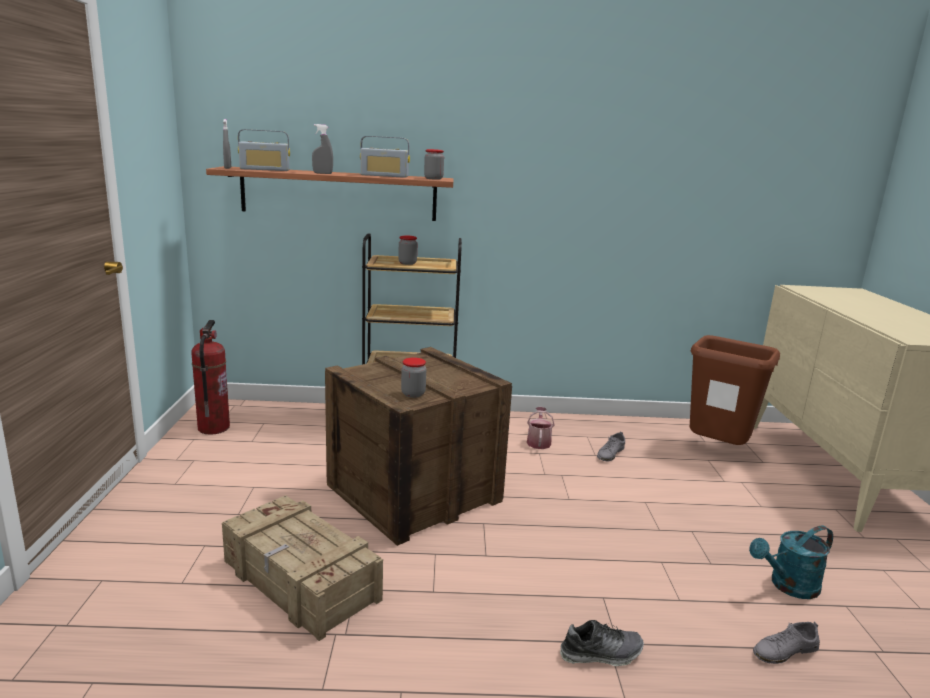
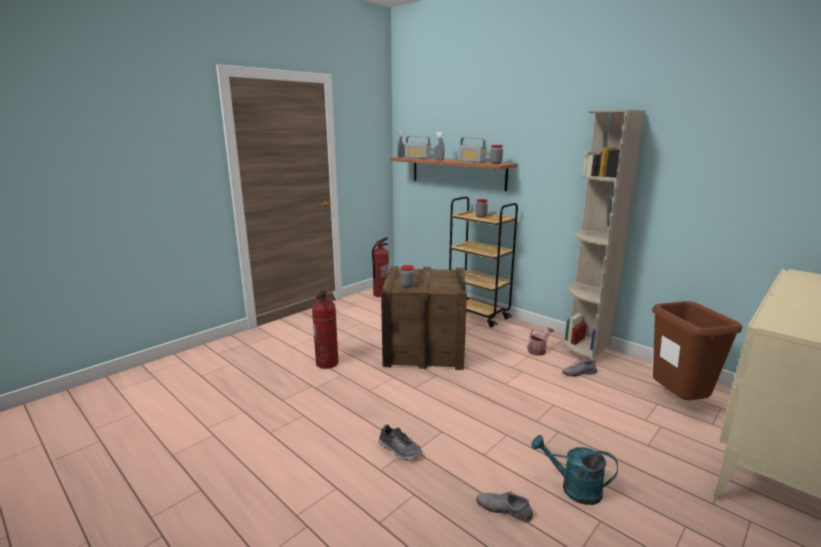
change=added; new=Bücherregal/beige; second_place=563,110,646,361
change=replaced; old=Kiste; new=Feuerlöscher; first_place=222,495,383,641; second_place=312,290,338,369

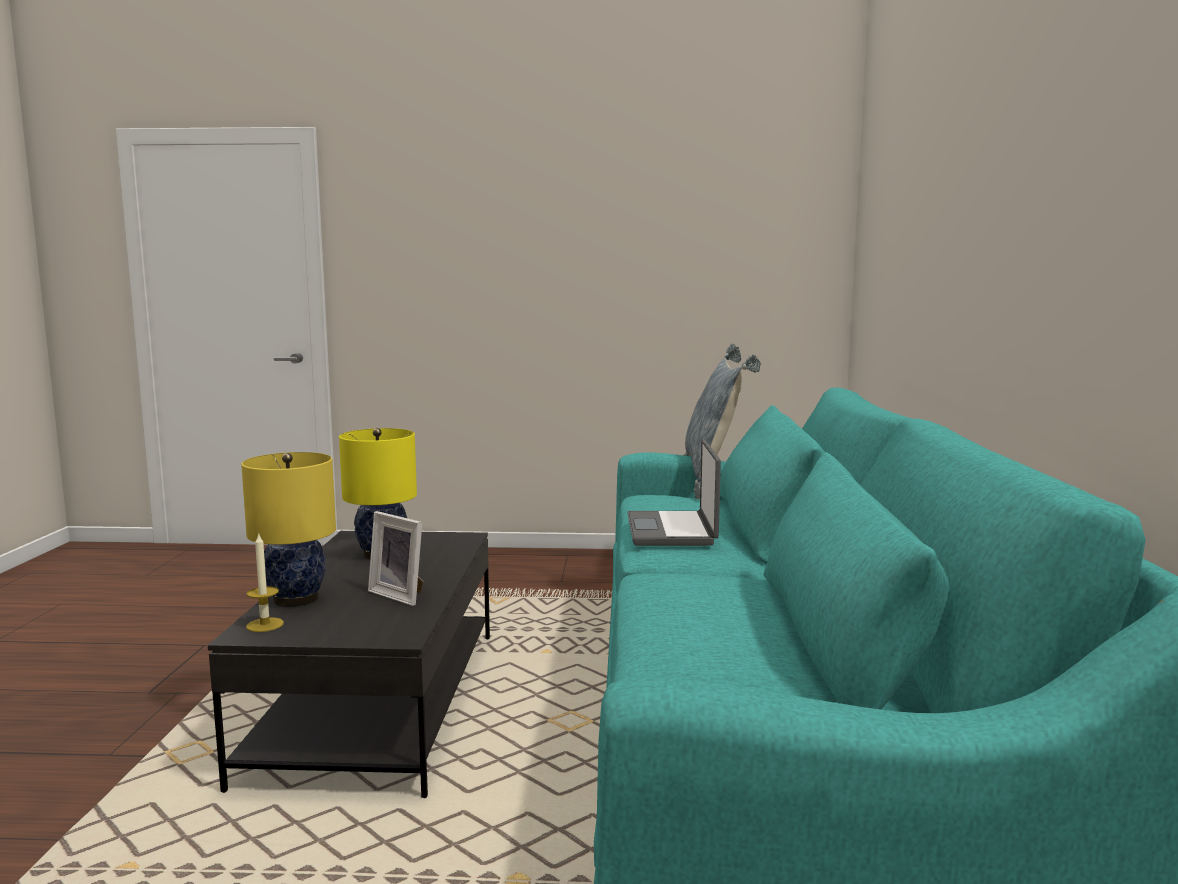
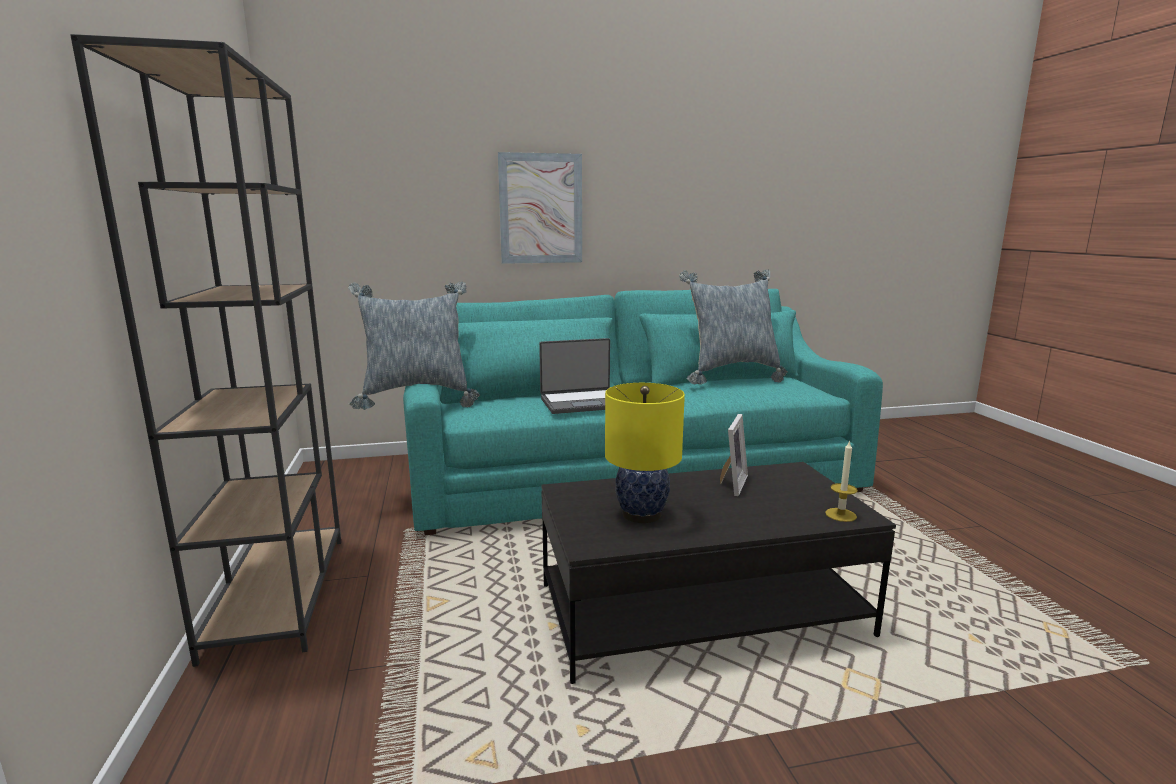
change=removed; old=Tischlampe/gelb; first_place=241,452,336,607
change=added; new=Bücherregal; second_place=71,34,341,667
change=added; new=Bild; second_place=498,152,582,264
change=added; new=Kissen; second_place=679,270,788,385

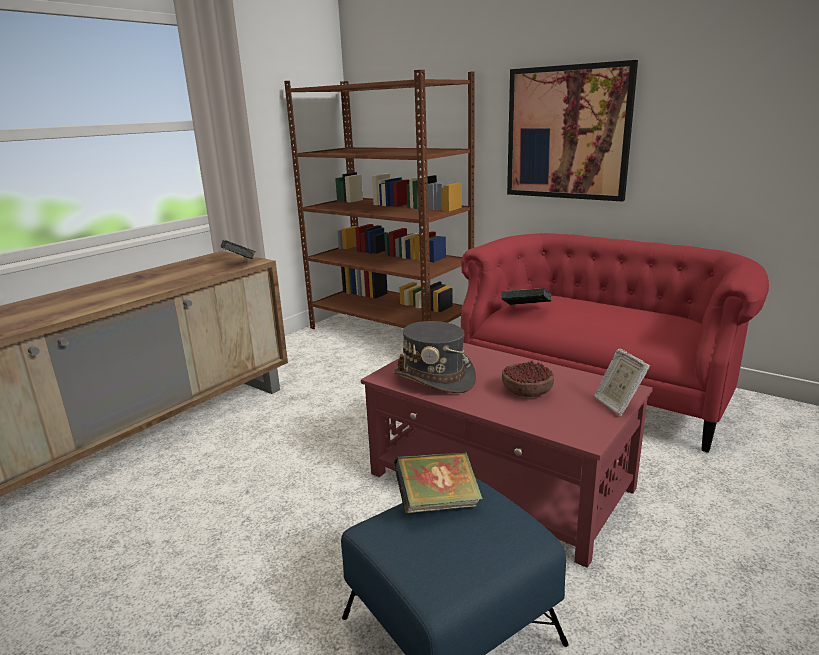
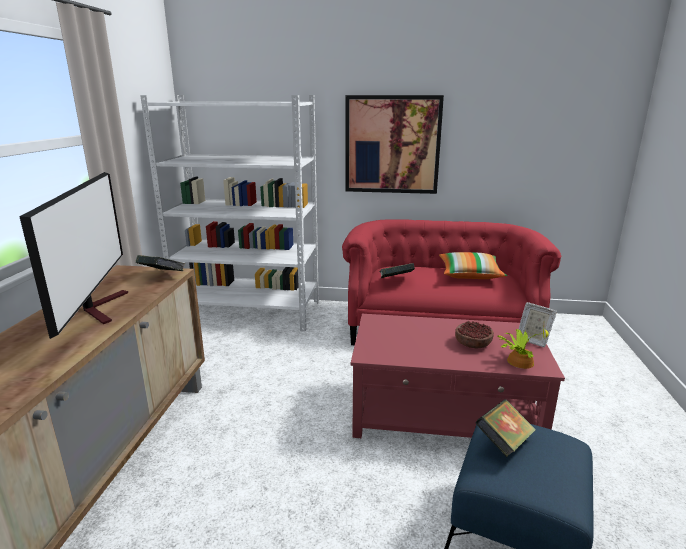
change=removed; old=Hut/grau; first_place=394,321,476,393
change=added; new=Fernseher; second_place=19,172,128,339
change=added; new=Kissen; second_place=439,252,507,279
change=added; new=Topfpflanze; second_place=498,321,548,369
change=recoloured; old=Bücherregal/braun; new=Bücherregal/weiß; first_place=284,70,475,329; second_place=140,95,319,332

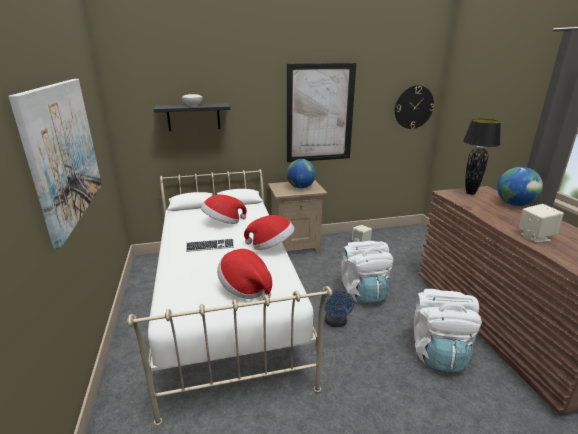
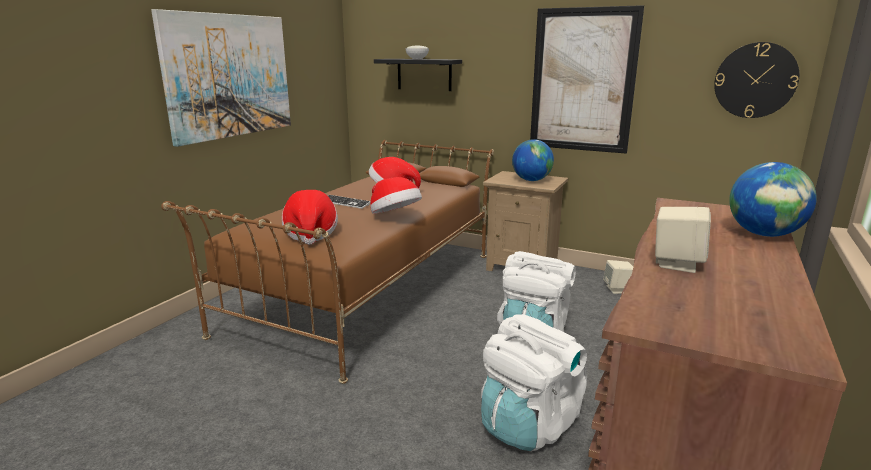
change=removed; old=Ventilator/blau; first_place=324,288,354,327
change=removed; old=Tischlampe/schwarz; first_place=463,119,501,195
change=recoloured; old=Bett/weiß; new=Bett/braun; first_place=127,169,332,426; second_place=161,140,494,384

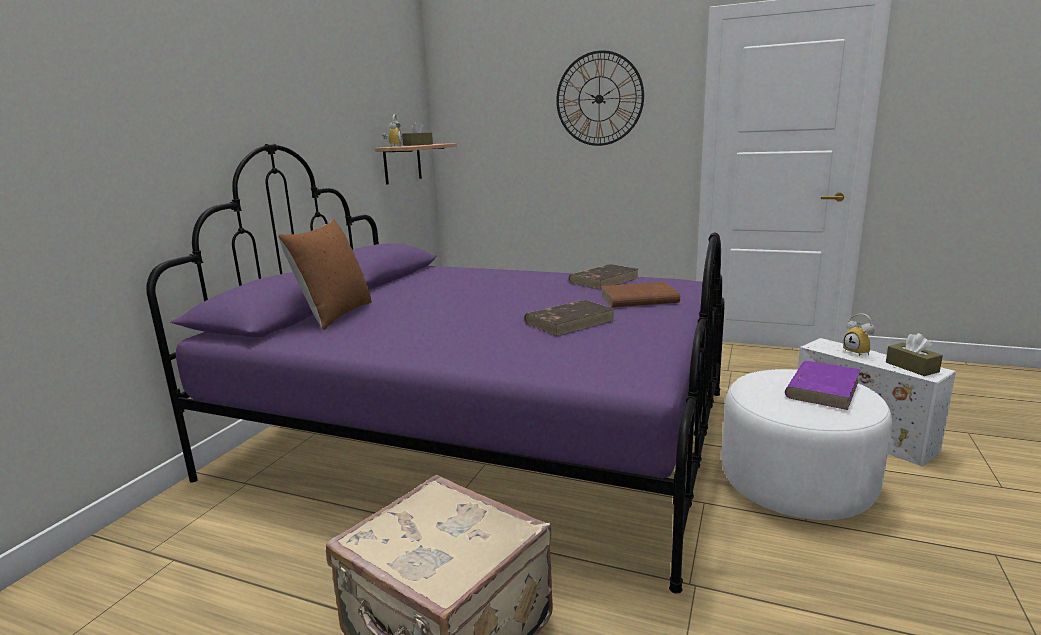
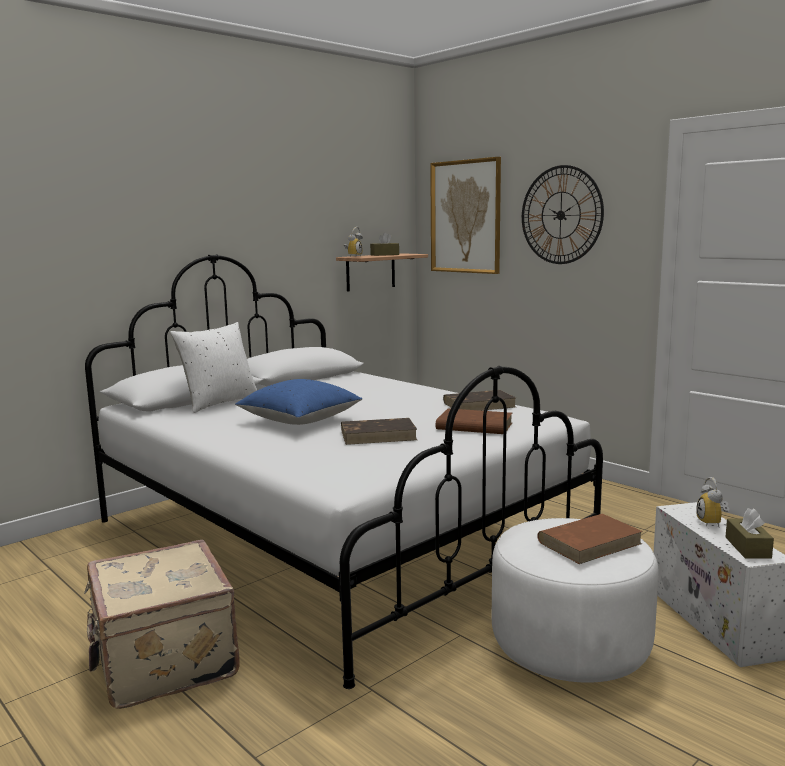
change=added; new=Kissen/blau; second_place=235,379,362,425
change=added; new=Bild; second_place=430,157,501,274
change=recoloured; old=Bett/lila; new=Bett/weiß; first_place=146,144,725,594; second_place=85,254,603,689
change=recoloured; old=Kissen/braun; new=Kissen/weiß; first_place=278,220,372,330; second_place=170,322,257,413
change=recoloured; old=Buch/lila; new=Buch/braun; first_place=785,361,861,410; second_place=537,514,643,564

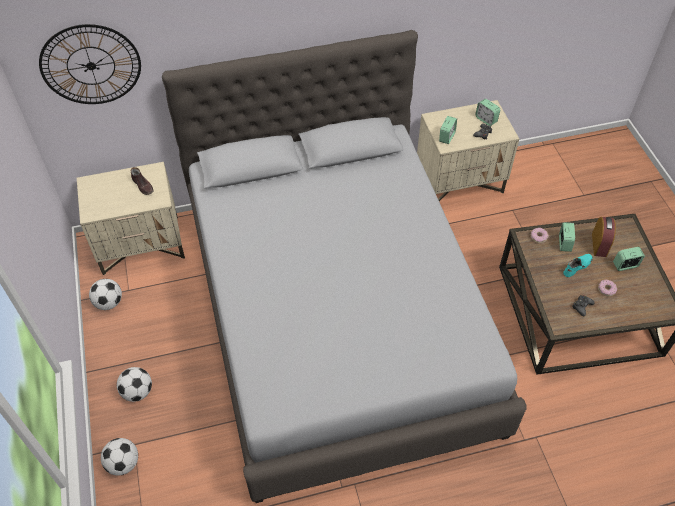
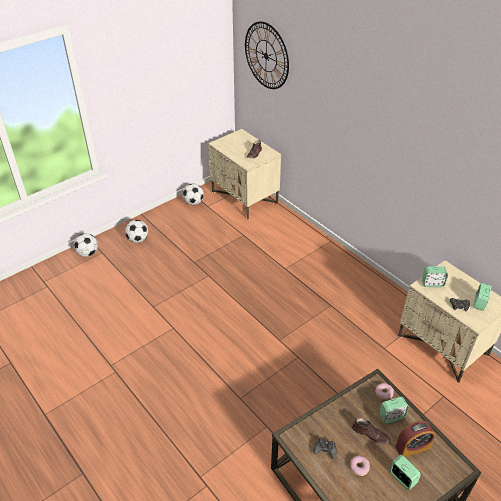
change=removed; old=Bett/grau; first_place=162,30,526,503
change=recoloured; old=Schuh/türkis; new=Schuh/braun; first_place=563,254,593,277; second_place=352,418,391,444

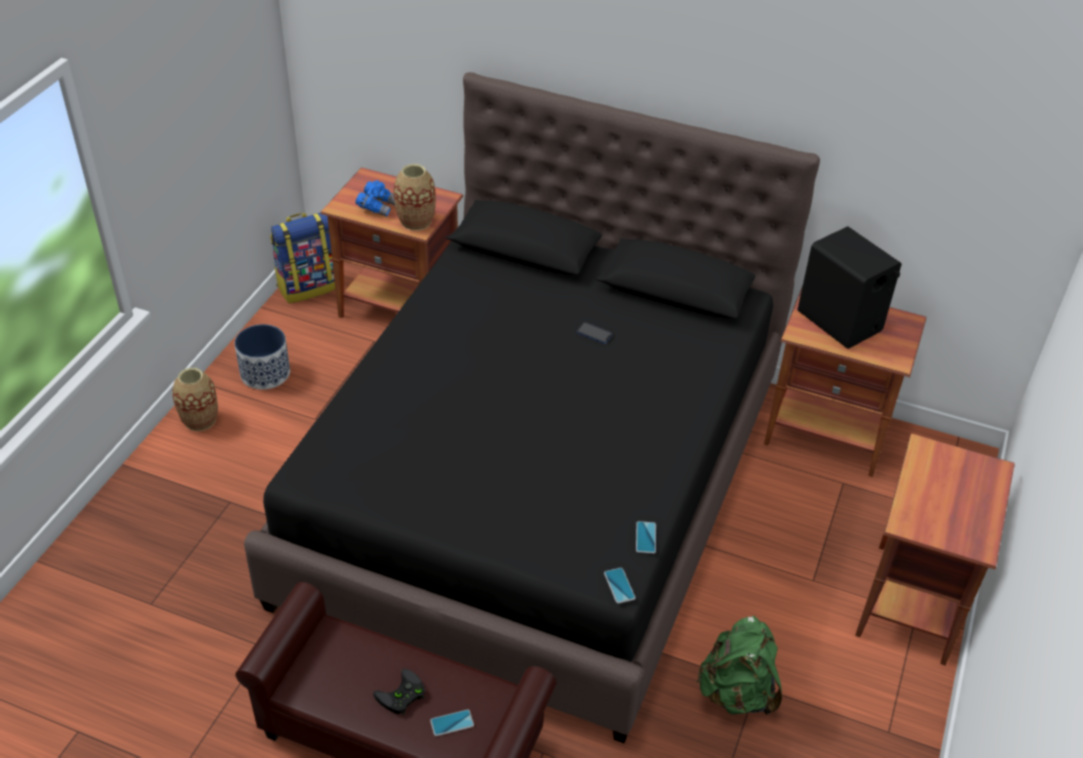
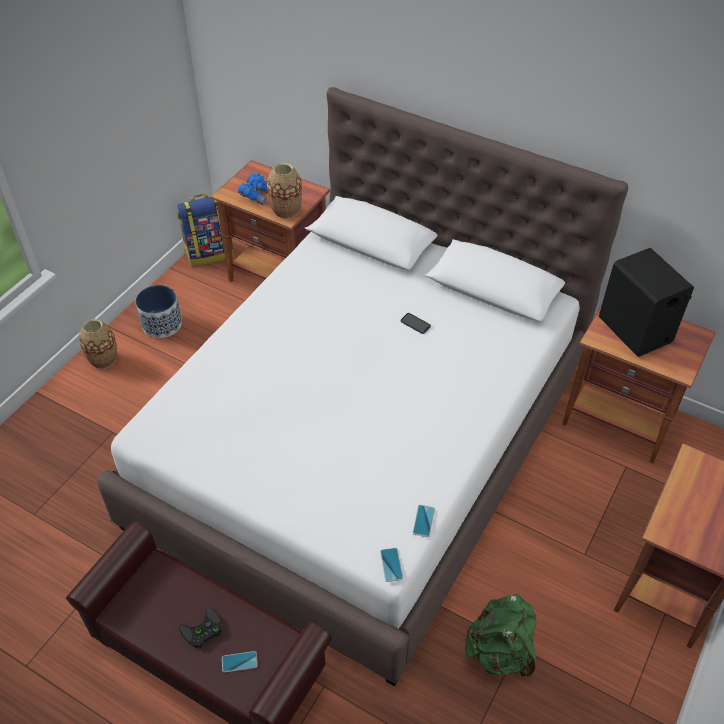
change=recoloured; old=Bett/schwarz; new=Bett/weiß; first_place=244,72,820,743; second_place=97,87,628,686

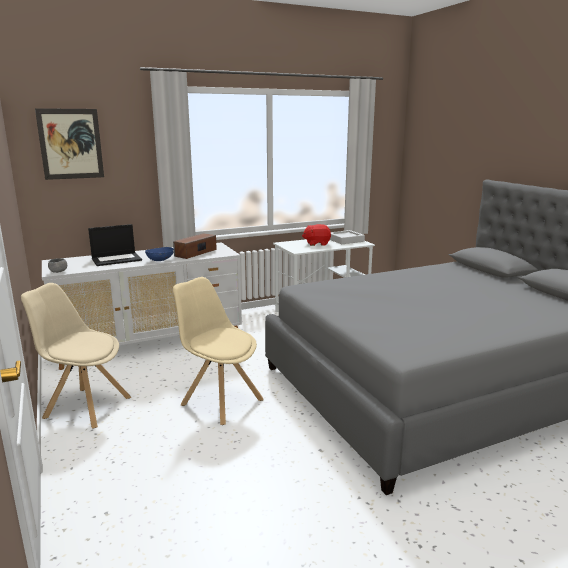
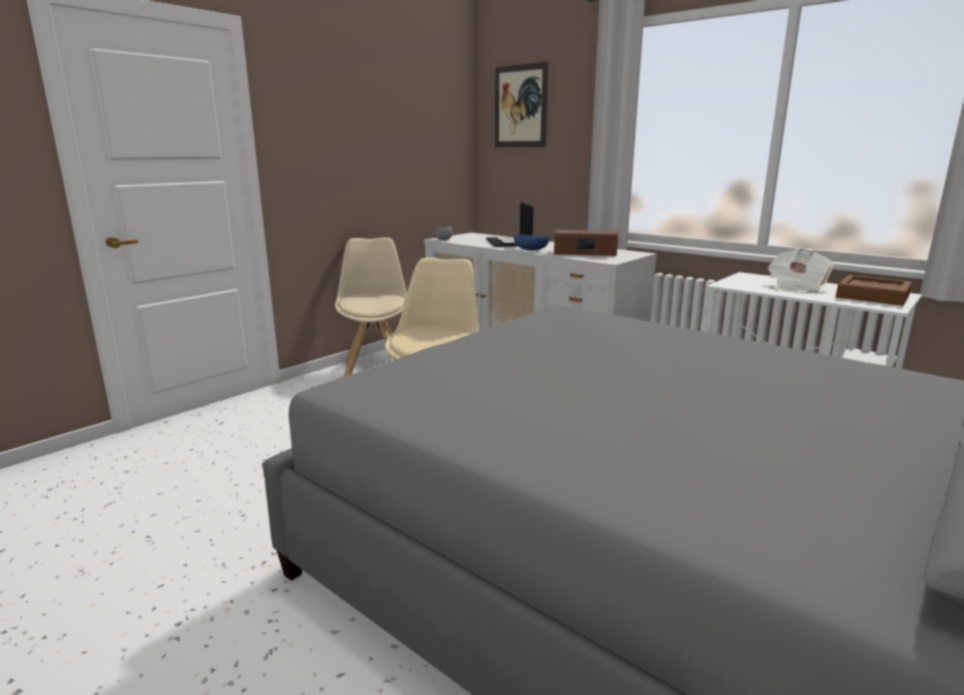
change=replaced; old=Plüschtier/rot; new=Zeitung; first_place=302,224,331,246; second_place=768,248,834,292
change=recoloured; old=Tablett/grau; new=Tablett/braun; first_place=330,230,365,244; second_place=836,275,912,306
change=turned; old=Laptop; first_place=88,224,142,266; second_place=486,202,534,247; degrees=45

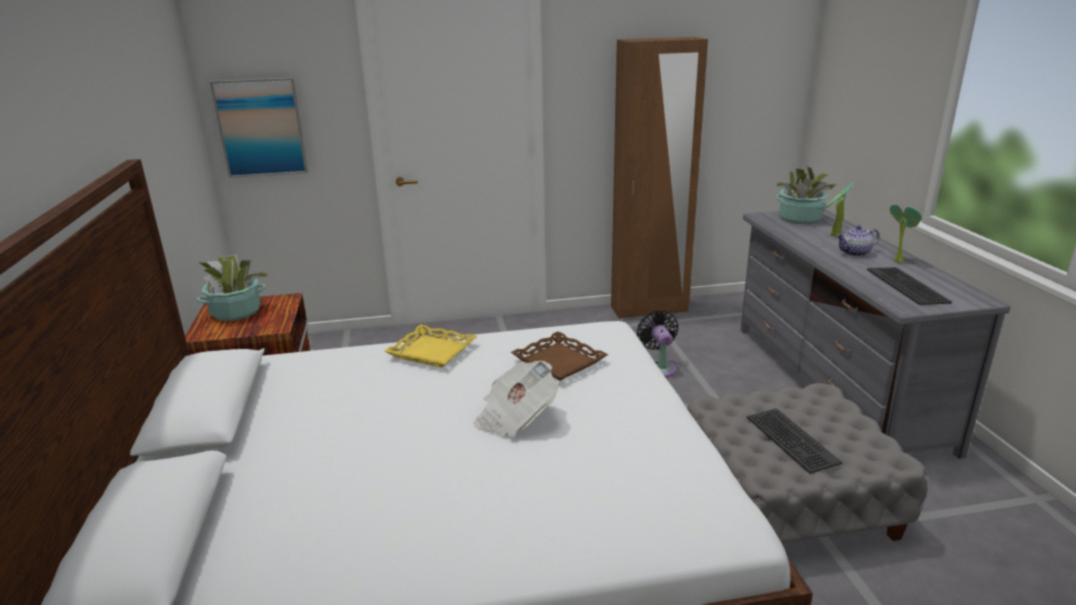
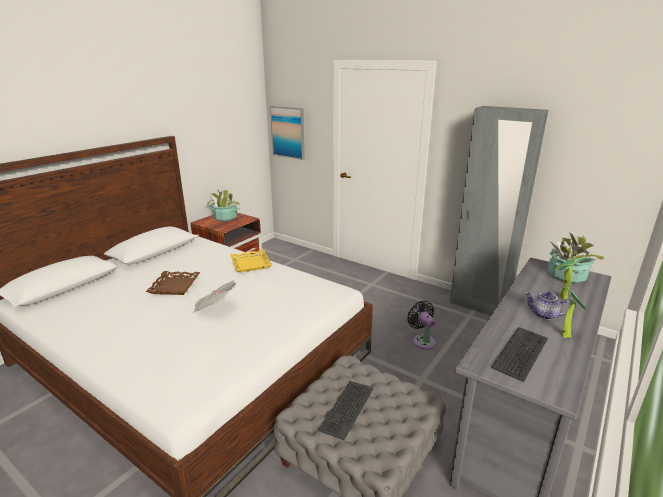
change=moved; old=Tablett/braun; first_place=511,331,608,380; second_place=145,271,200,295
change=recoloured; old=Kleiderschrank/braun; new=Kleiderschrank/grau; first_place=611,37,708,319; second_place=450,106,548,315
change=turned; old=Ventilator/schwarz; first_place=637,310,678,377; second_place=407,301,436,350; degrees=-60

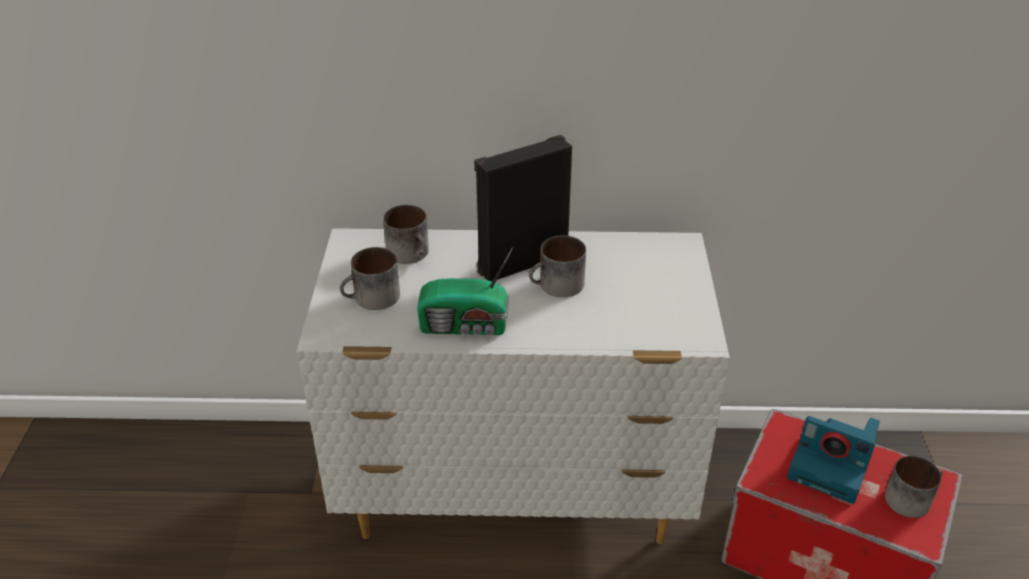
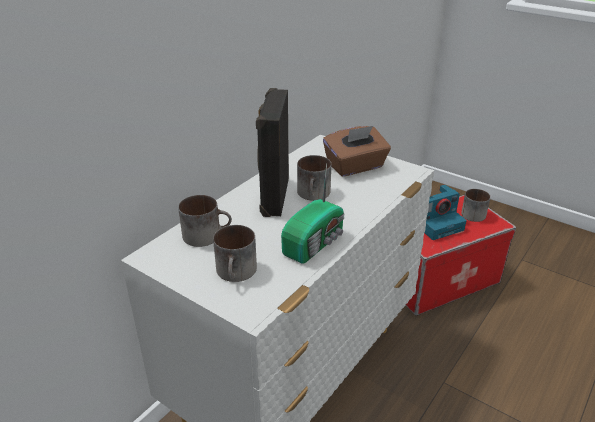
change=added; new=Taschentuchbox/braun; second_place=323,126,391,177

